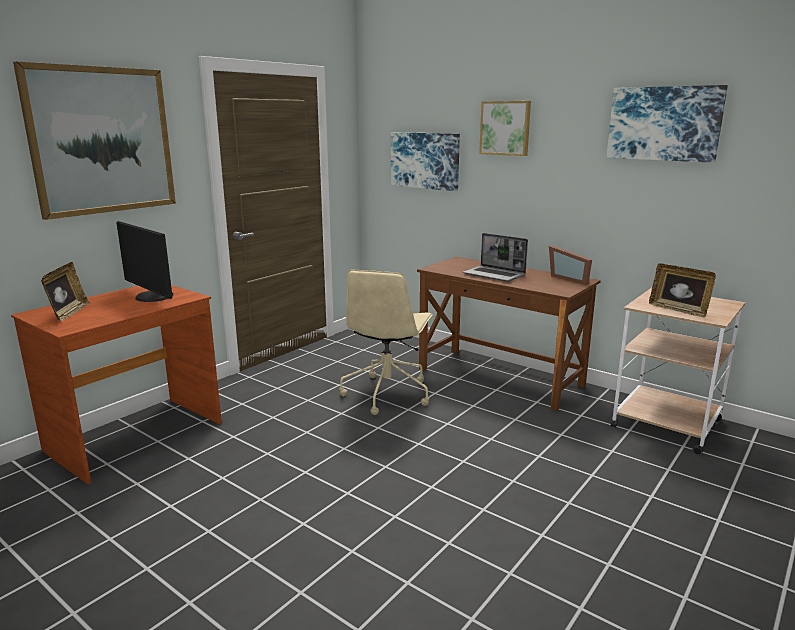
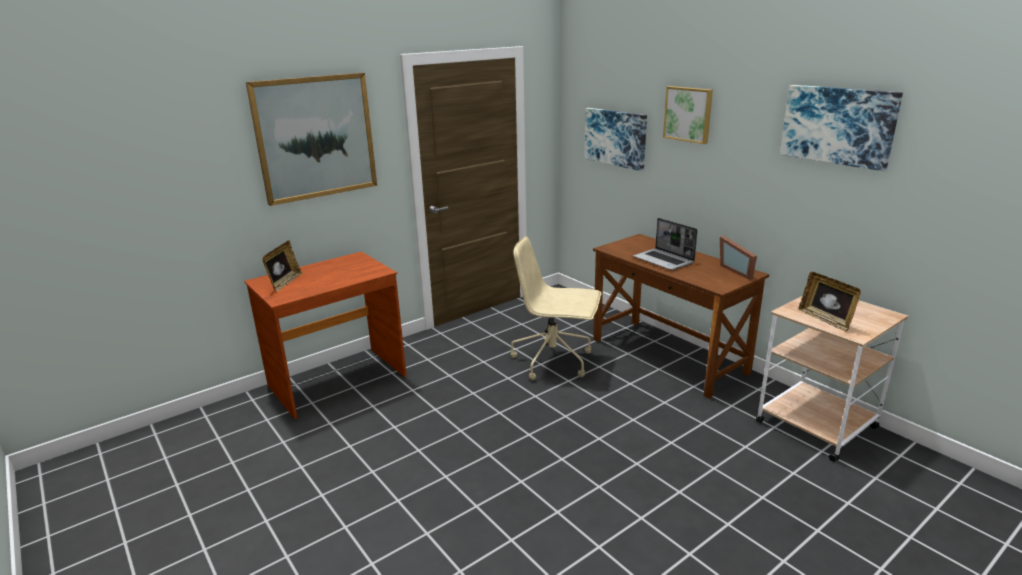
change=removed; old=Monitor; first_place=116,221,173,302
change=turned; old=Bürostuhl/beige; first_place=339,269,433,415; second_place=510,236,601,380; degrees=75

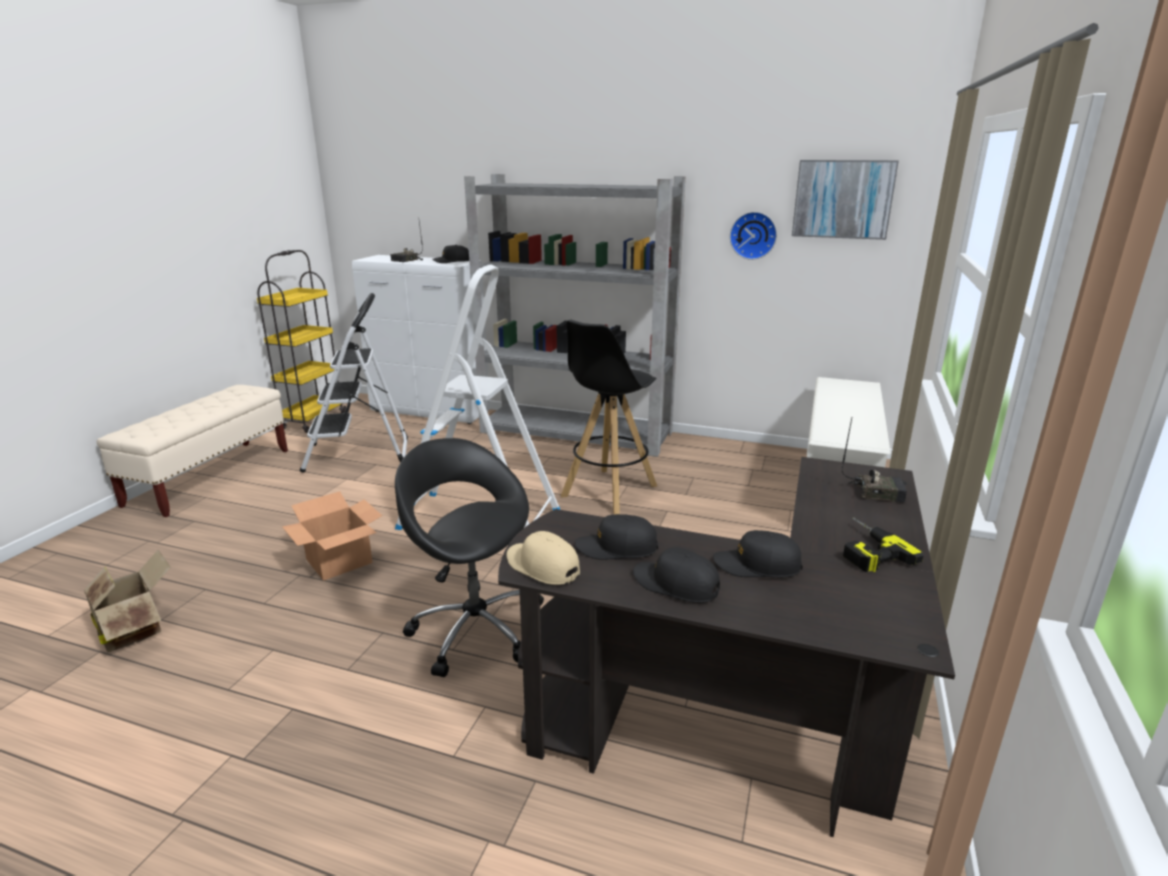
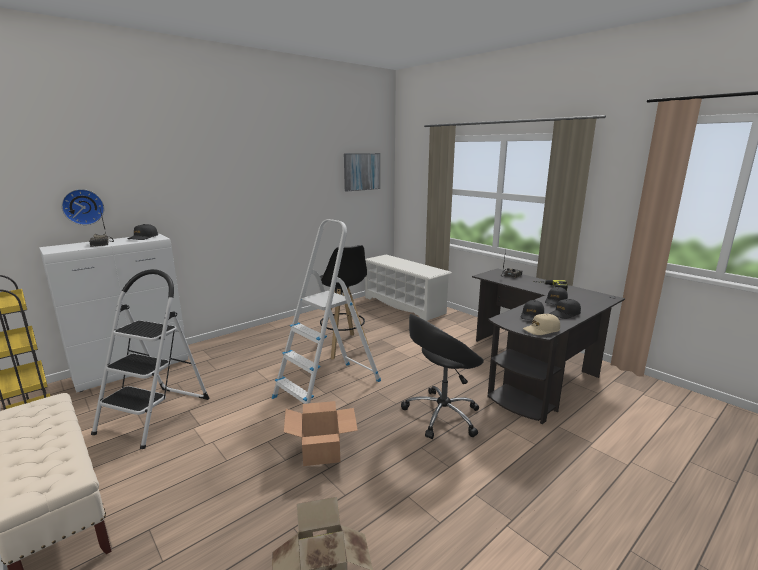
change=removed; old=Bücherregal/grau; first_place=464,174,685,457
change=moved; old=Wanduhr; first_place=730,212,777,260; second_place=61,189,104,225

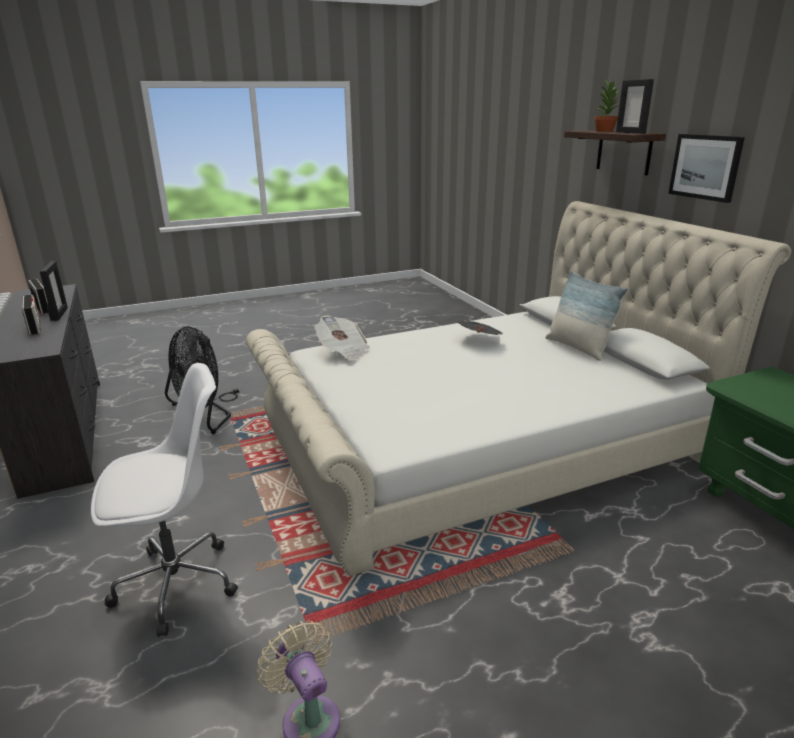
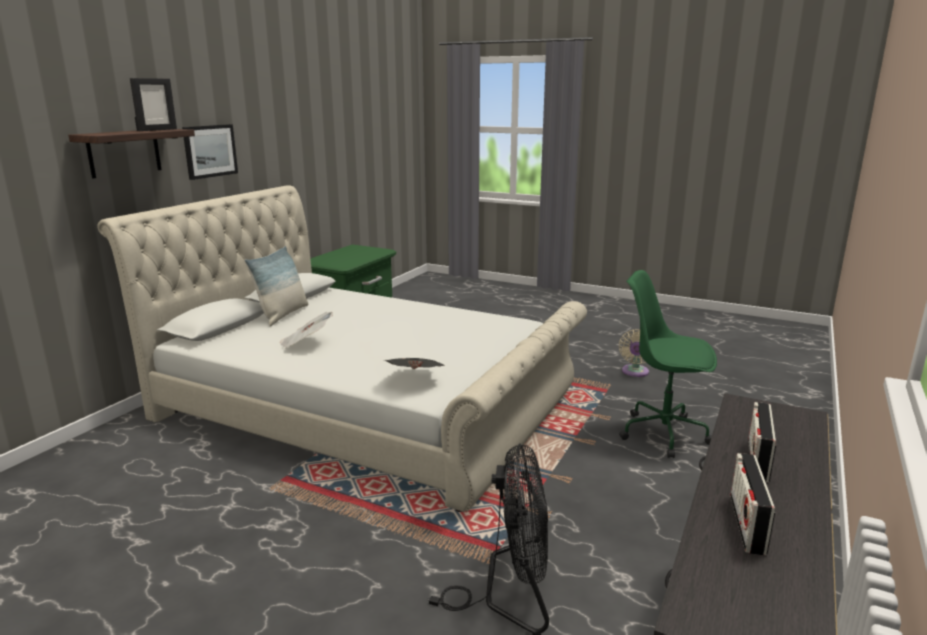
change=removed; old=Bilderrahmen; first_place=40,261,68,321
change=removed; old=Topfpflanze; first_place=594,79,618,132
change=recoloured; old=Bürostuhl/weiß; new=Bürostuhl/grün; first_place=91,363,238,637; second_place=619,270,717,458

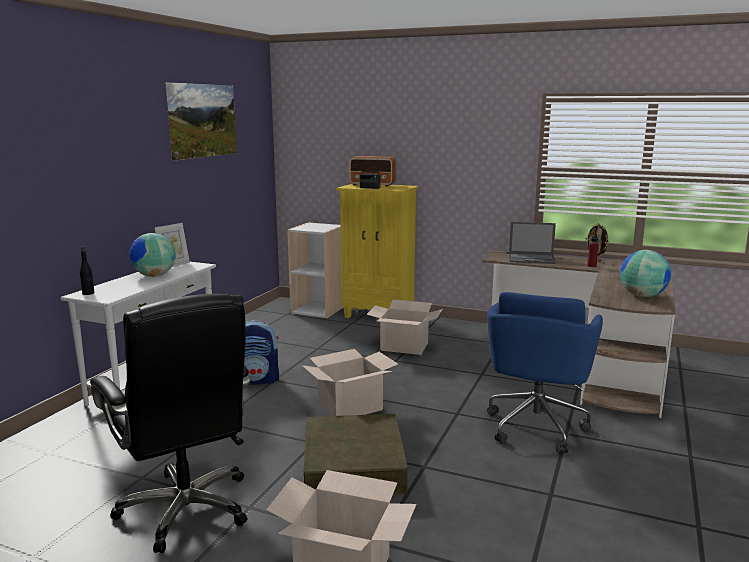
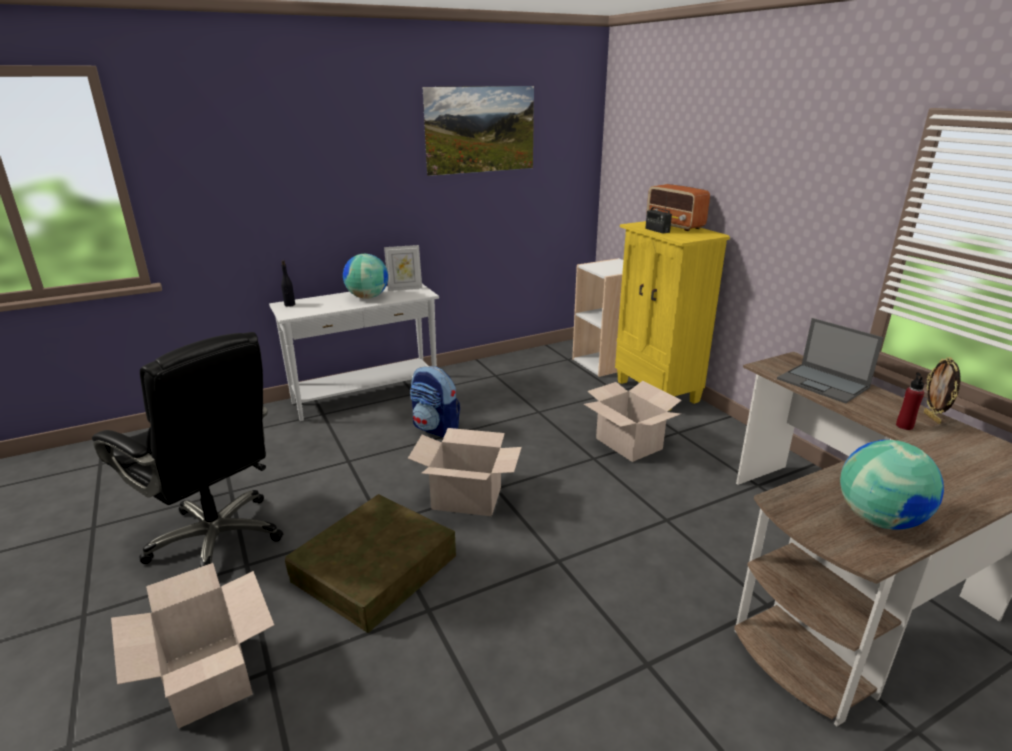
change=removed; old=Bürostuhl/blau; first_place=487,292,603,454
change=turned; old=Bürostuhl/schwarz; first_place=90,294,250,553; second_place=92,332,283,567; degrees=-60

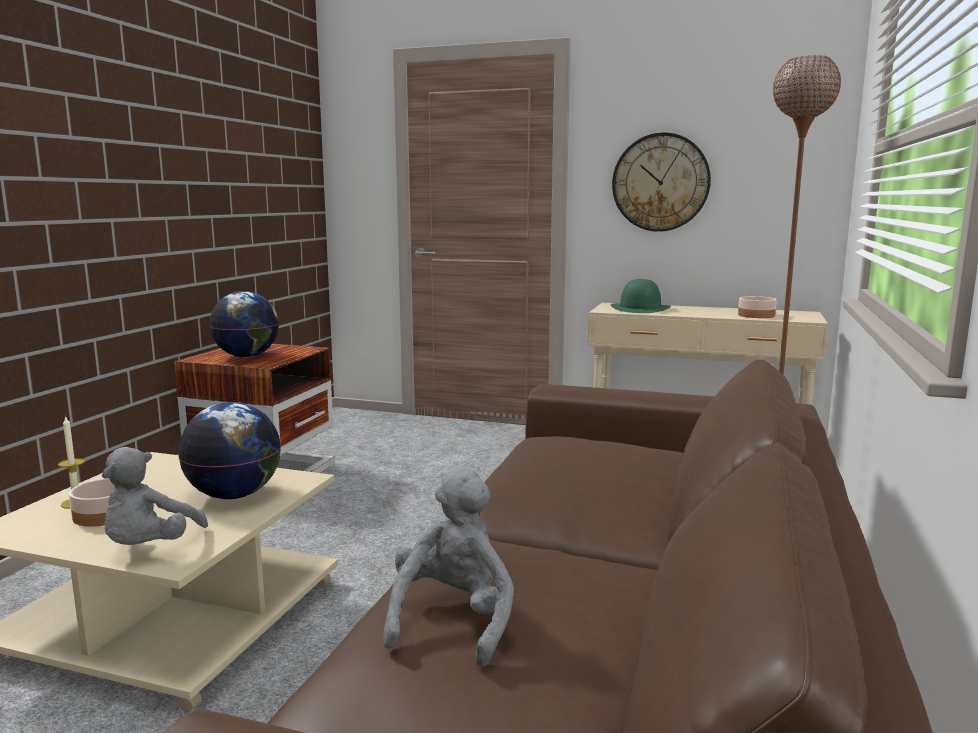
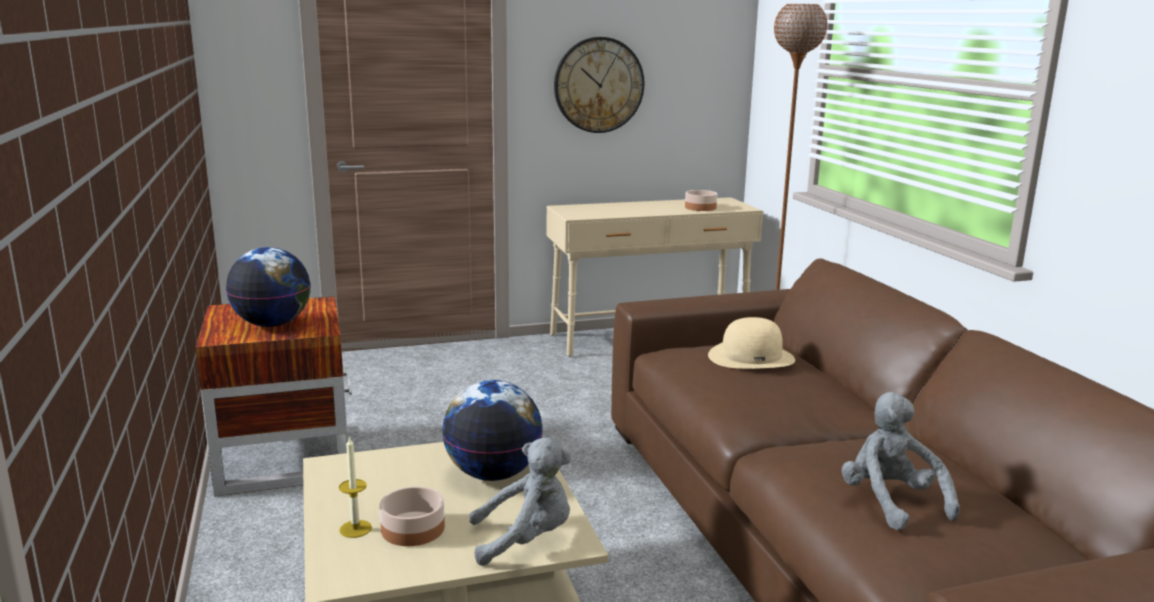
change=removed; old=Hut/grün; first_place=611,279,671,313
change=added; new=Hut/beige; second_place=708,317,795,369
change=turned; old=Plüschtier/grau; first_place=102,447,208,545; second_place=469,437,571,566; degrees=-75

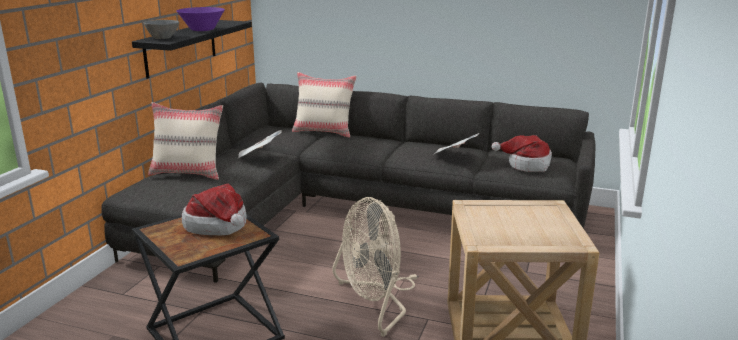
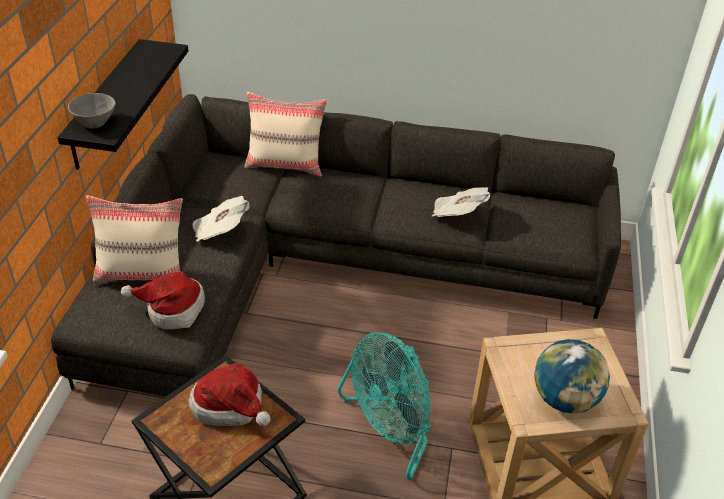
change=removed; old=Schüssel/lila; first_place=177,7,225,31
change=added; new=Globus; second_place=534,339,610,414
change=moved; old=Hut; first_place=492,135,552,172; second_place=121,272,205,329
change=recoloured; old=Ventilator/beige; new=Ventilator/türkis; first_place=332,197,419,337; second_place=338,332,431,480

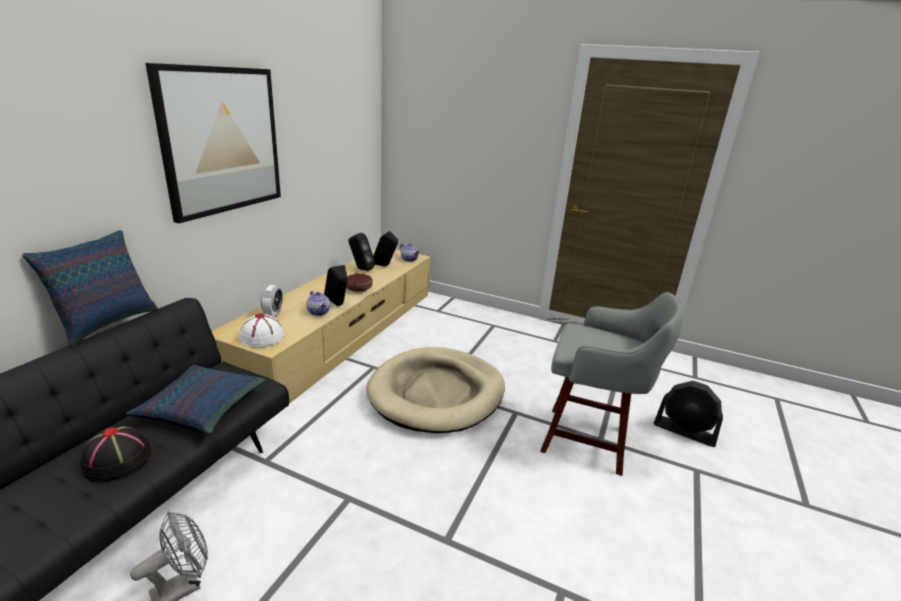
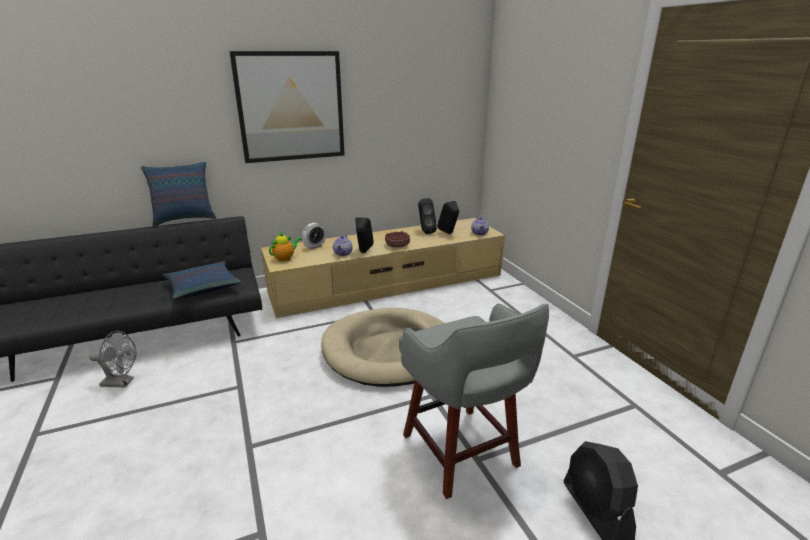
change=removed; old=Hut/schwarz; first_place=81,426,152,483
change=replaced; old=Hut/weiß; new=Teekanne; first_place=239,314,284,348; second_place=269,231,302,262

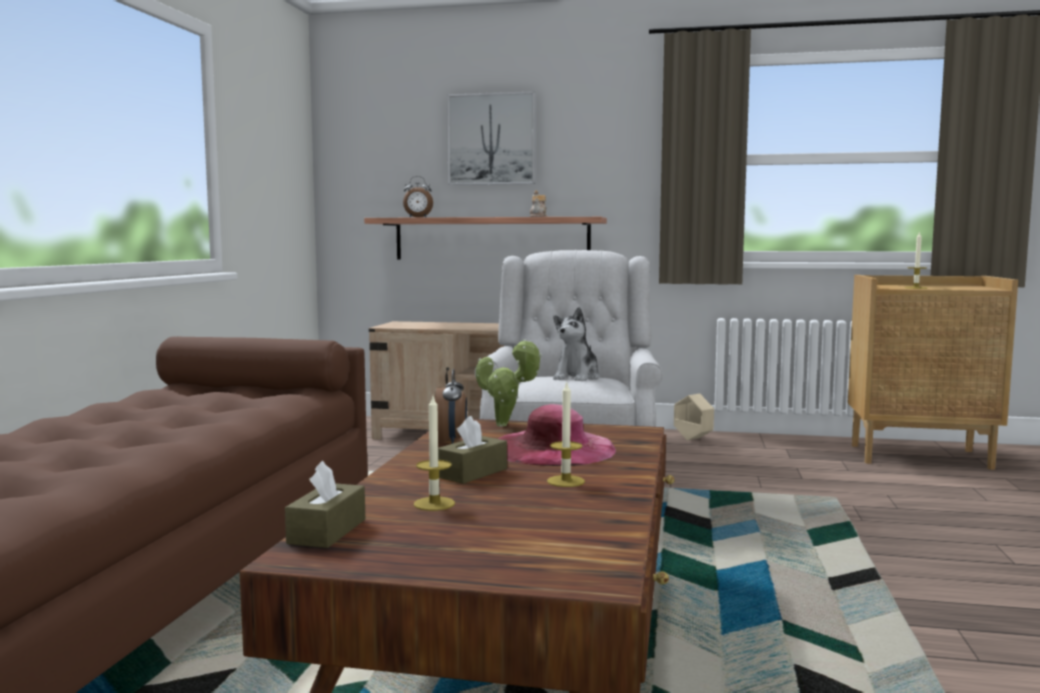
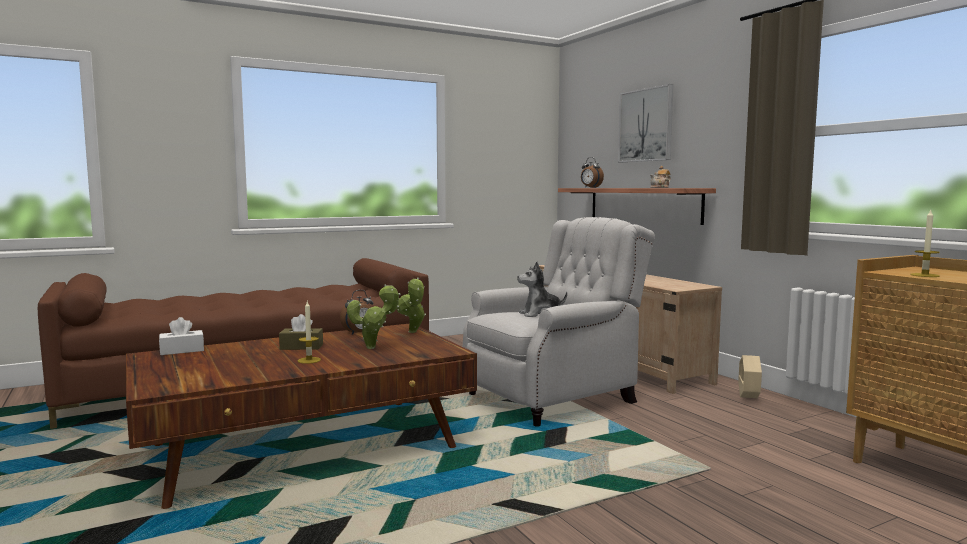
change=removed; old=Kerze; first_place=414,396,455,511
change=replaced; old=Hut/rosa; new=Topfpflanze; first_place=498,404,616,466; second_place=347,284,401,349
change=recoloured; old=Taschentuchbox/braun; new=Taschentuchbox/weiß; first_place=285,461,365,548; second_place=159,317,204,355

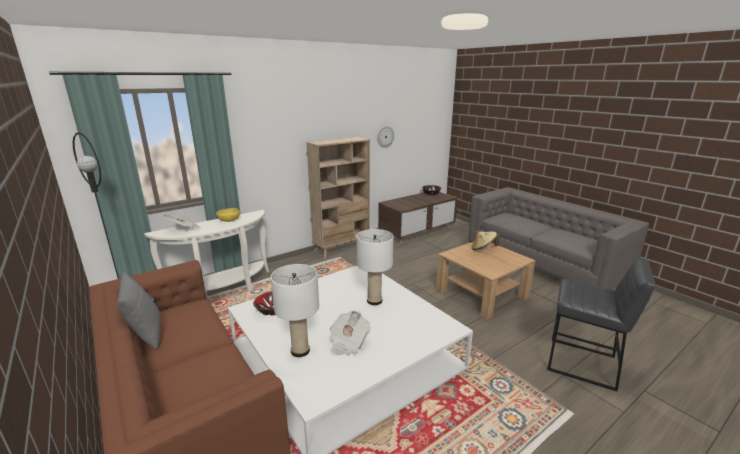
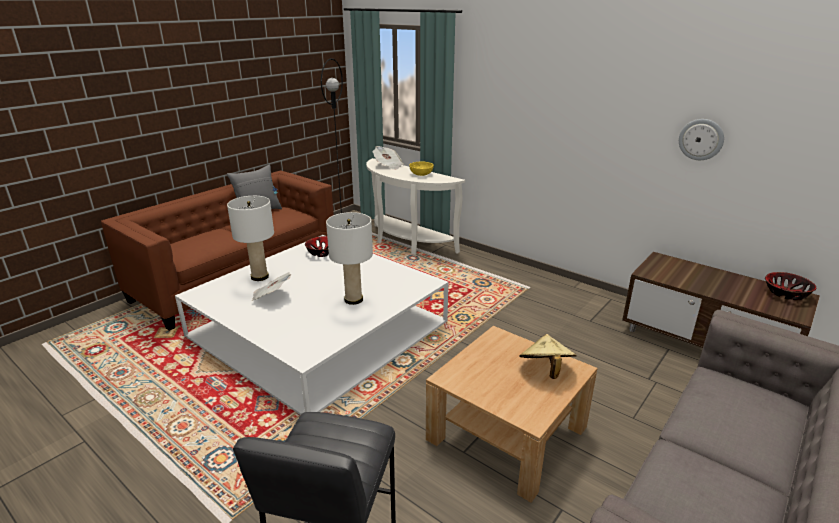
change=removed; old=Bücherregal/beige; first_place=306,137,370,259

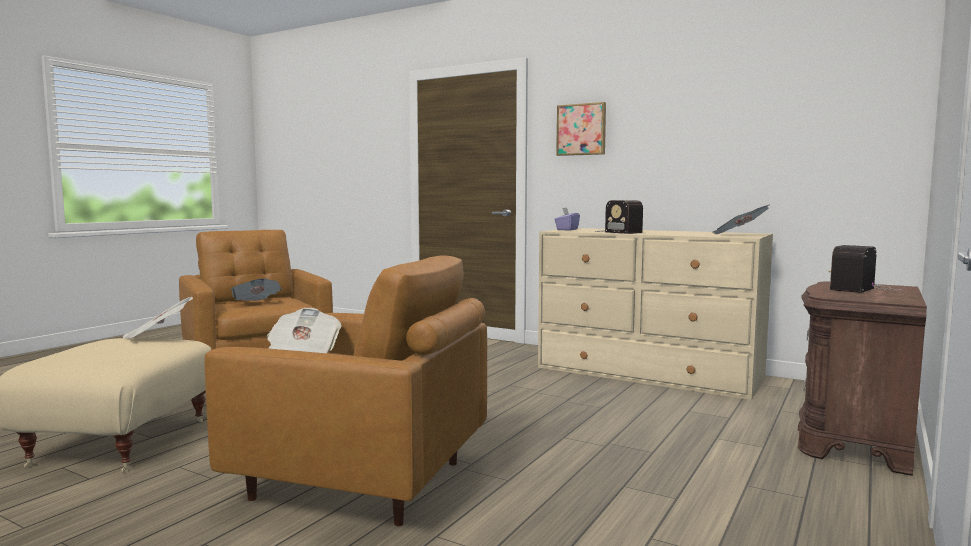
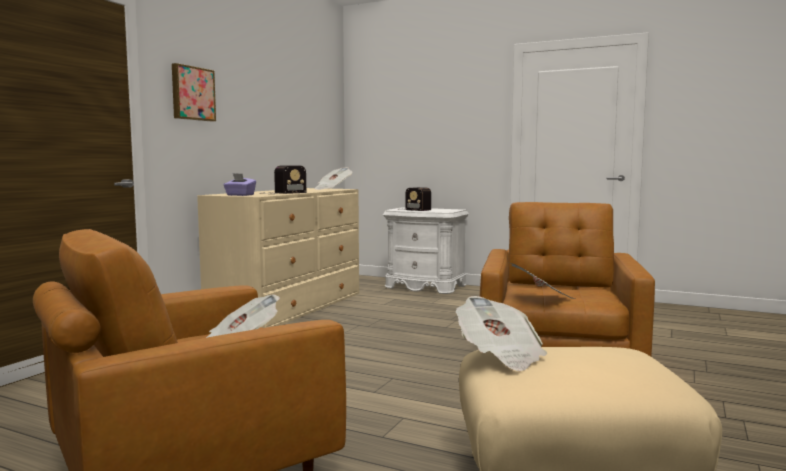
change=recoloured; old=Nachttisch/braun; new=Nachttisch/weiß; first_place=798,282,927,476; second_place=383,207,469,294

